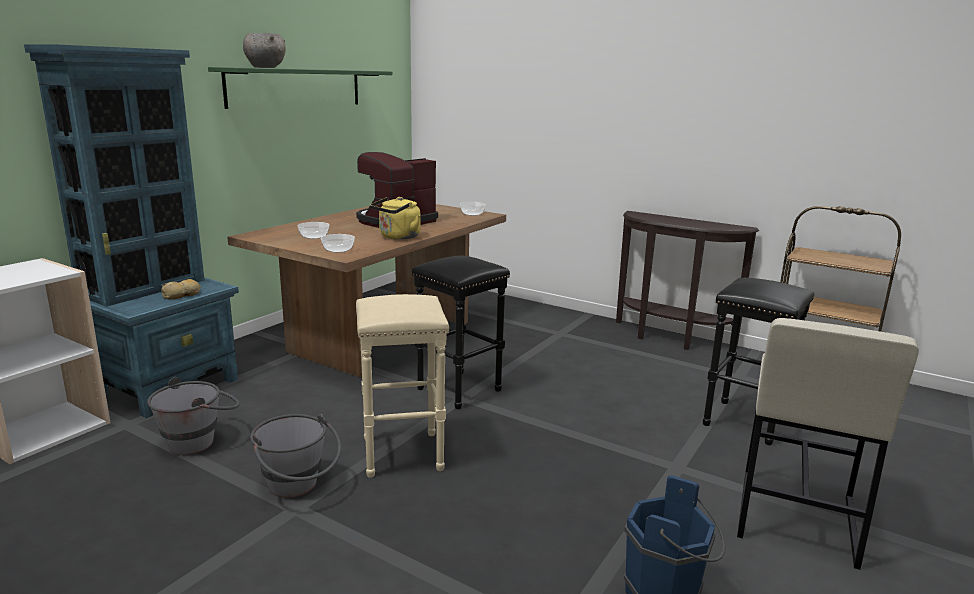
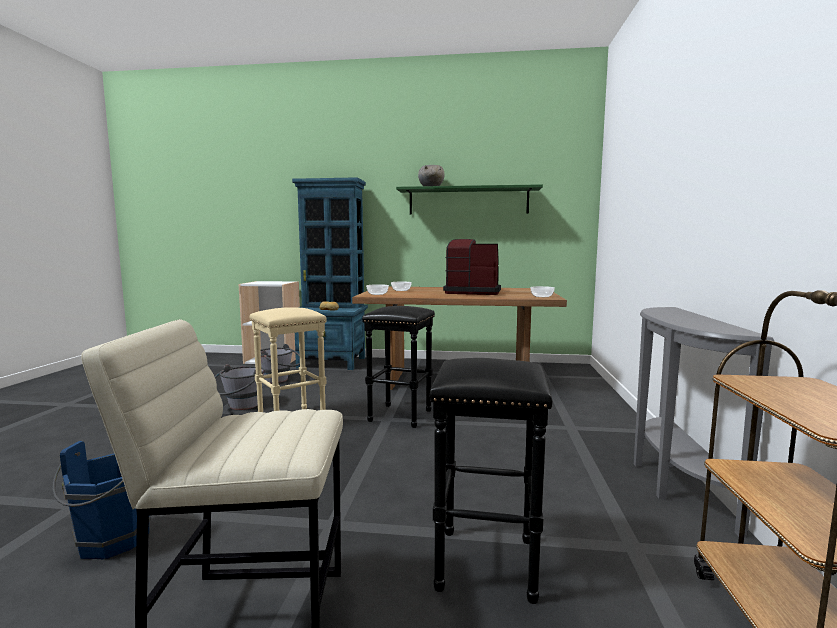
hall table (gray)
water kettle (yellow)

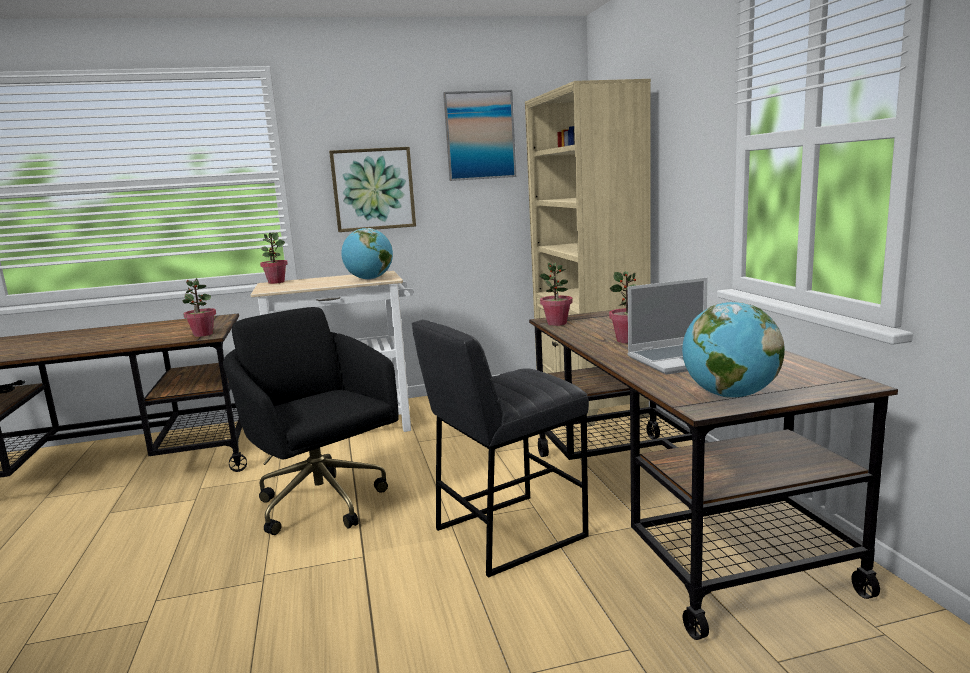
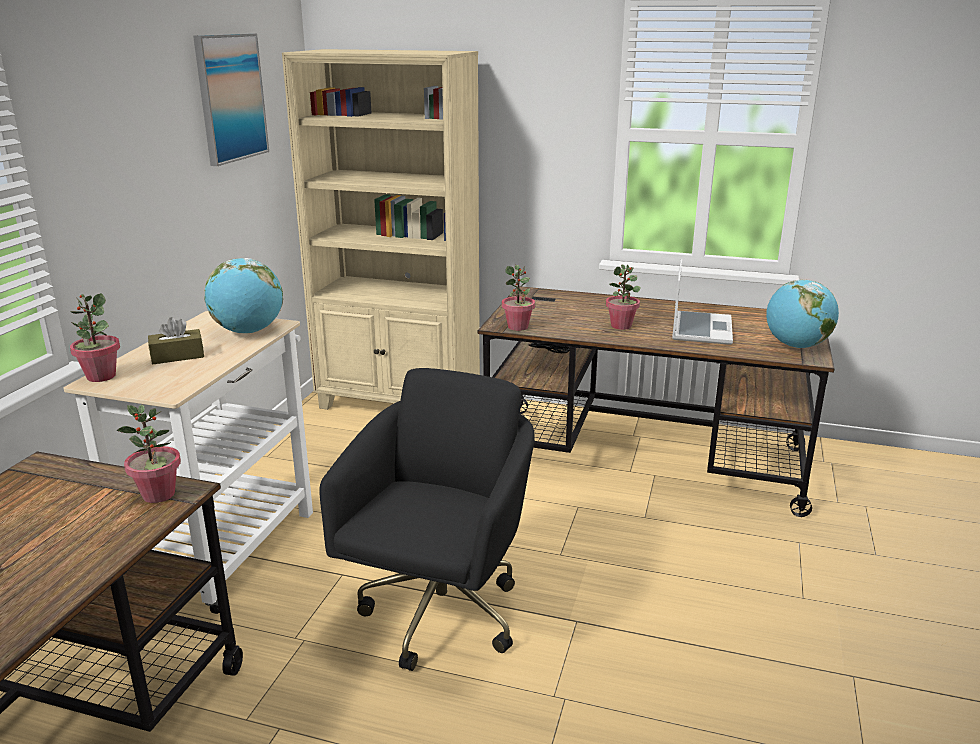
tissue holder (brown-coloured)
computer chair (black-coloured)
picture (no. 1 from left in the first image)
stool (gray)

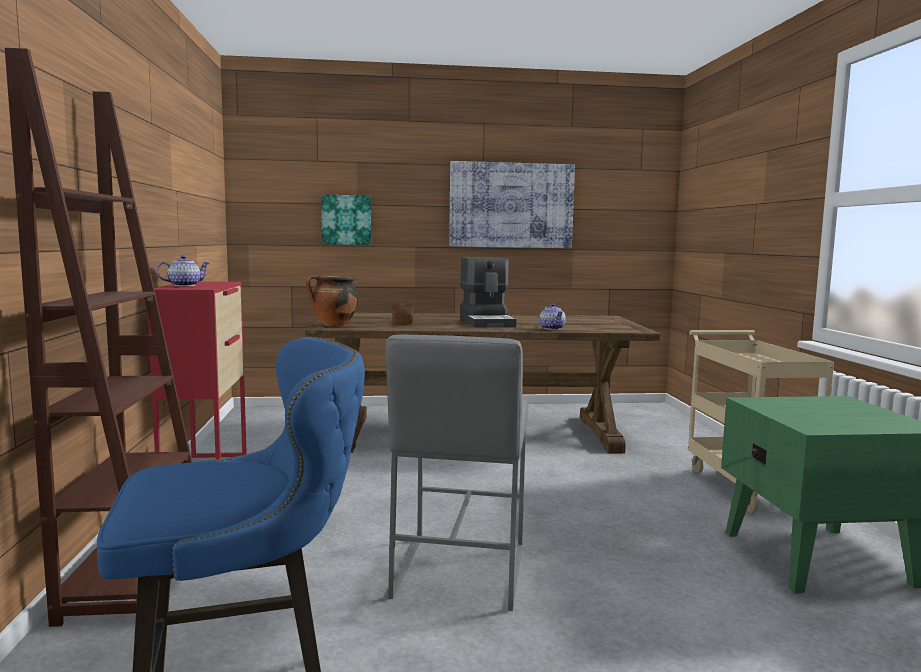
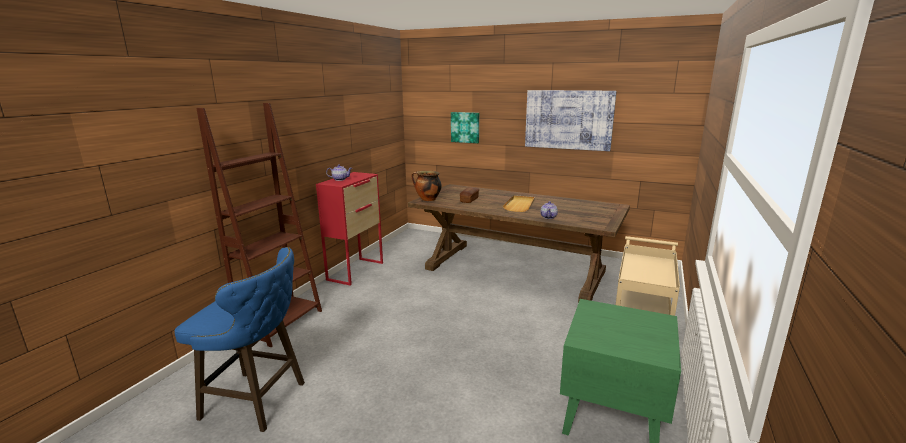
serving tray (sand-coloured)
stool (gray)

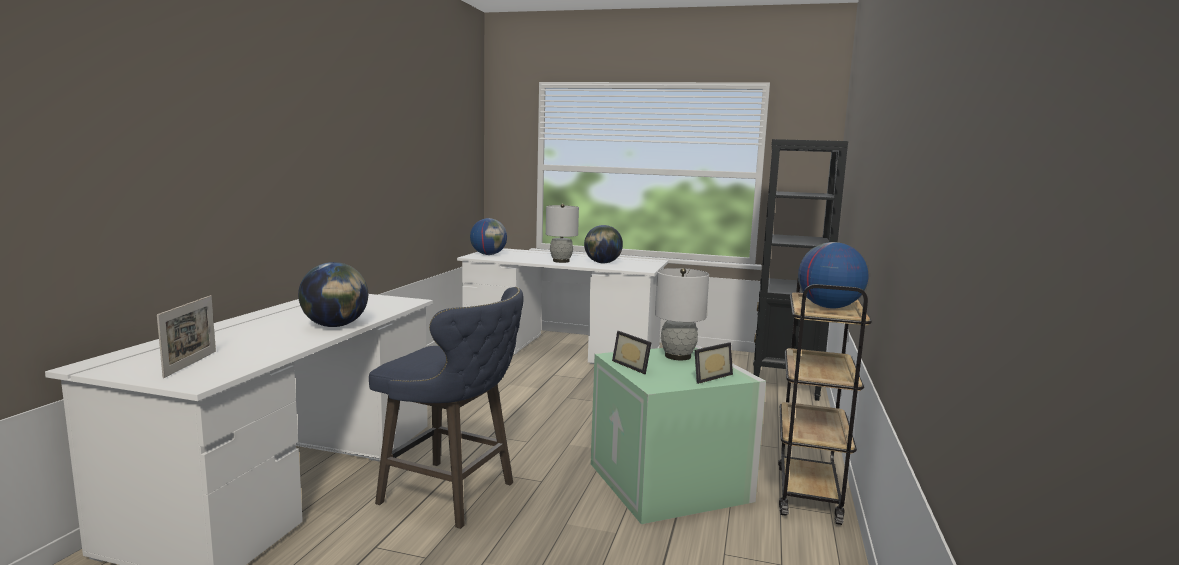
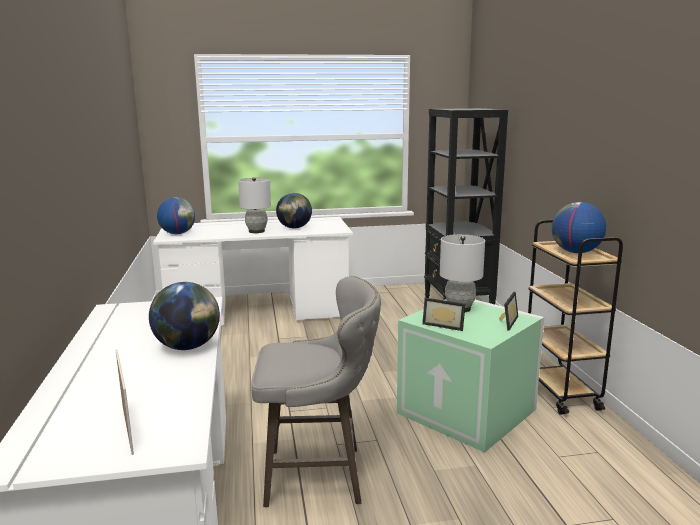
stool (gray)

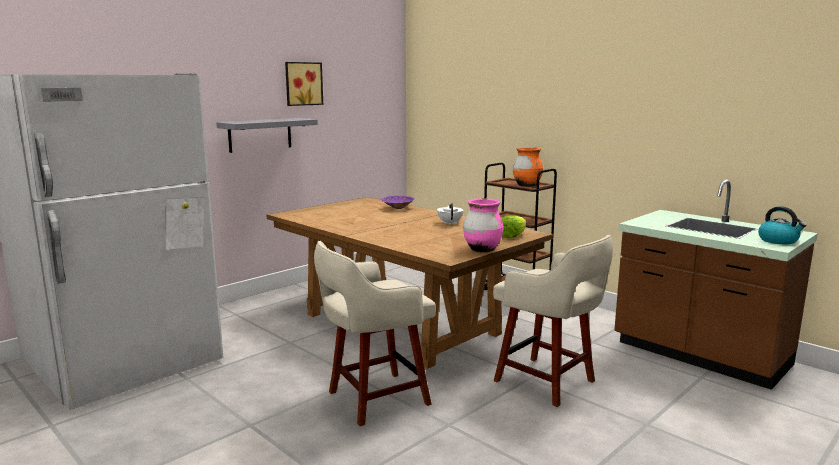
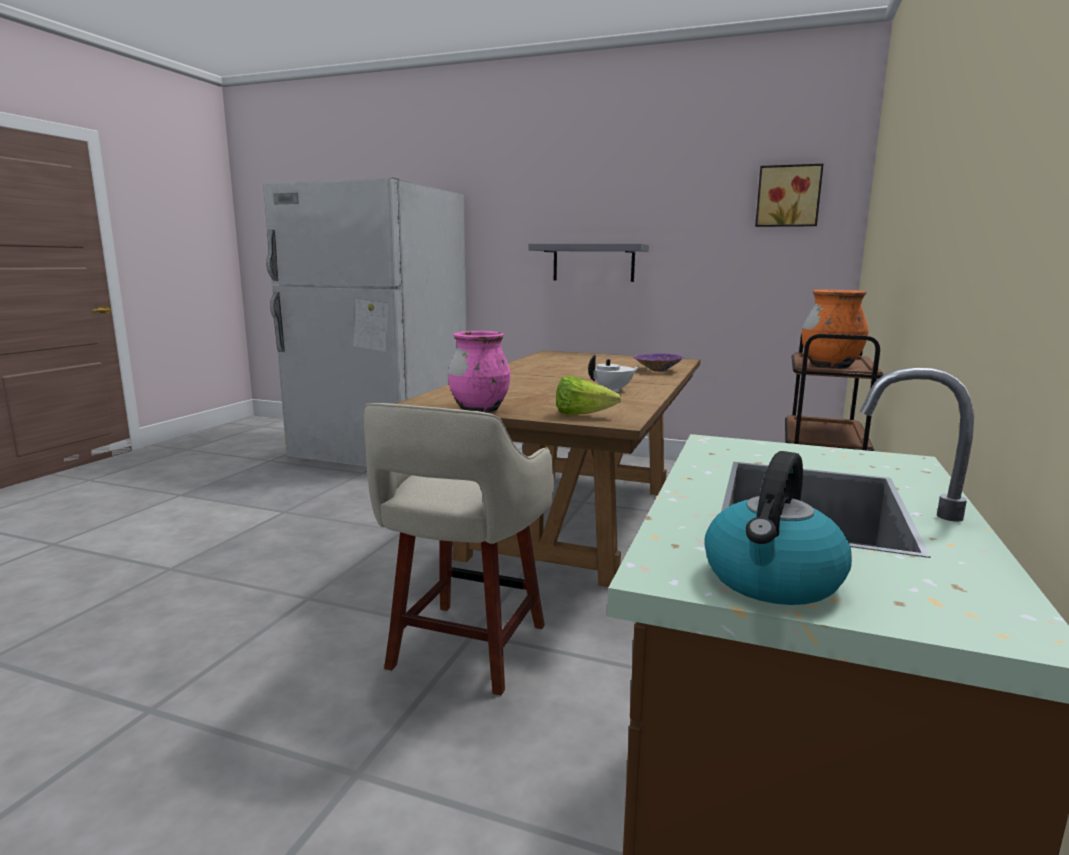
picture
stool (sand-coloured) (no. 1 from left in the first image)

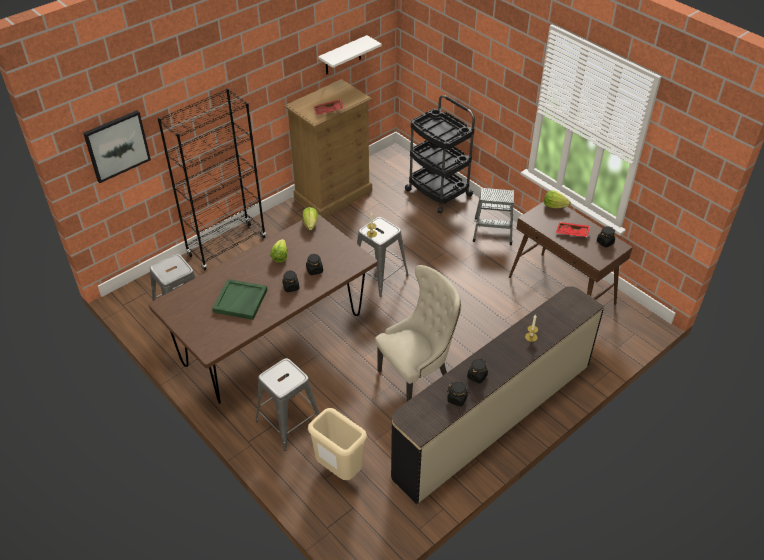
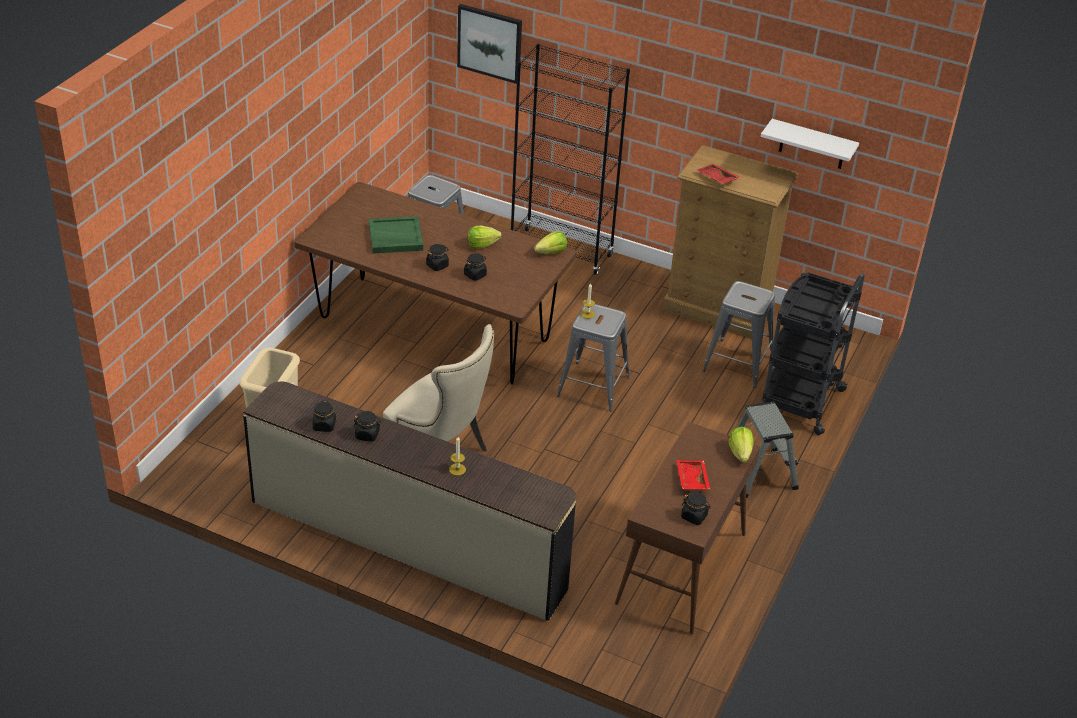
stool (gray) (no. 3 from left)

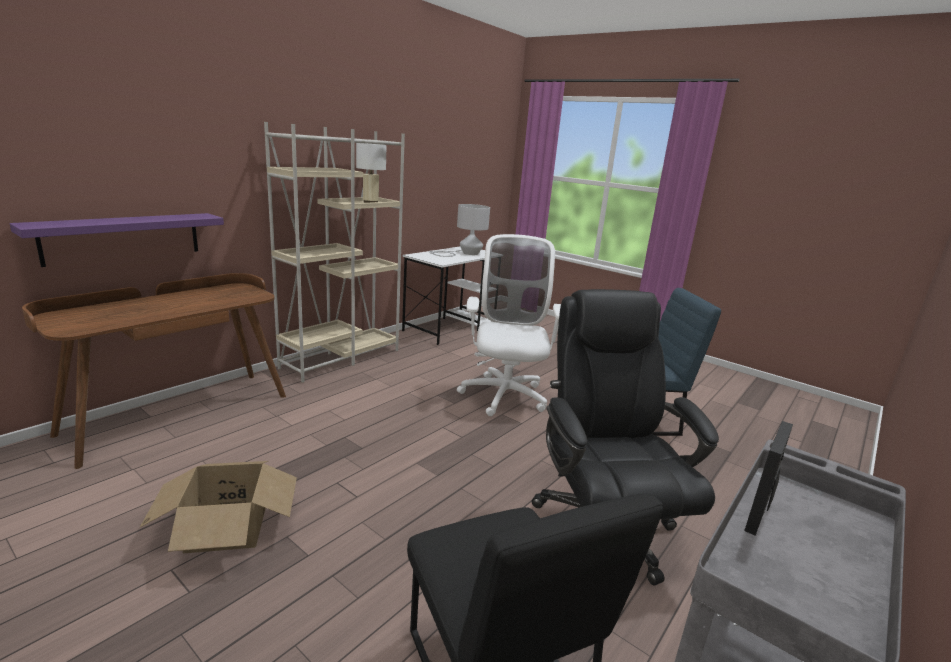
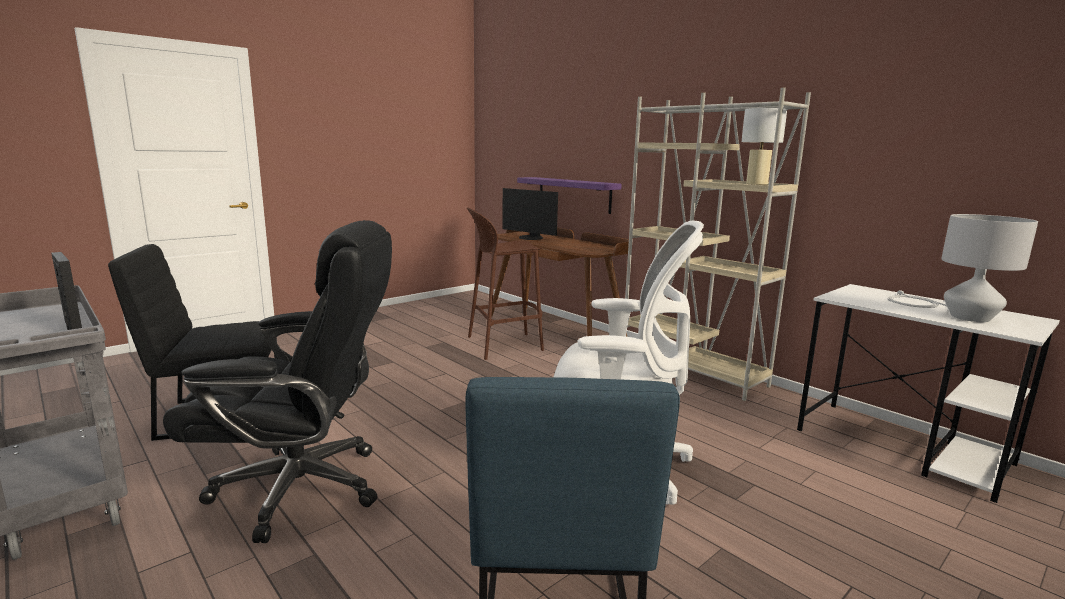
stool (brown-coloured)
computer display
carton

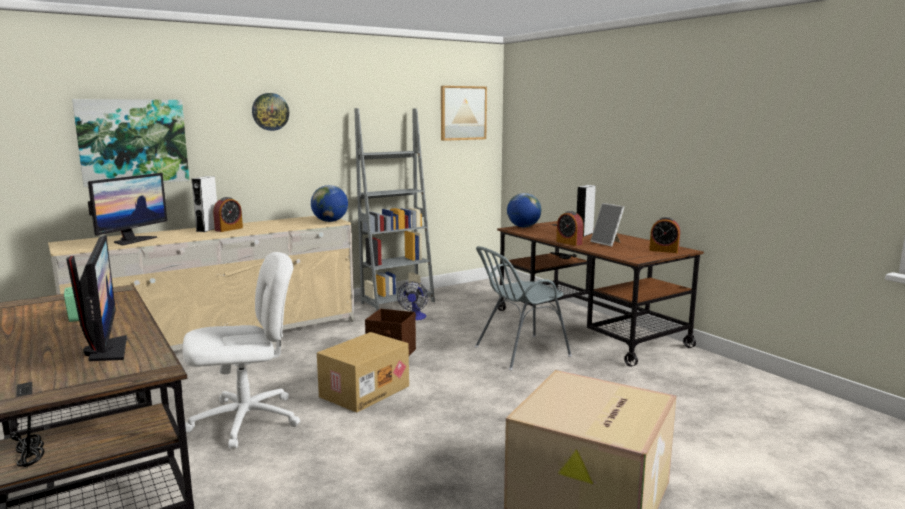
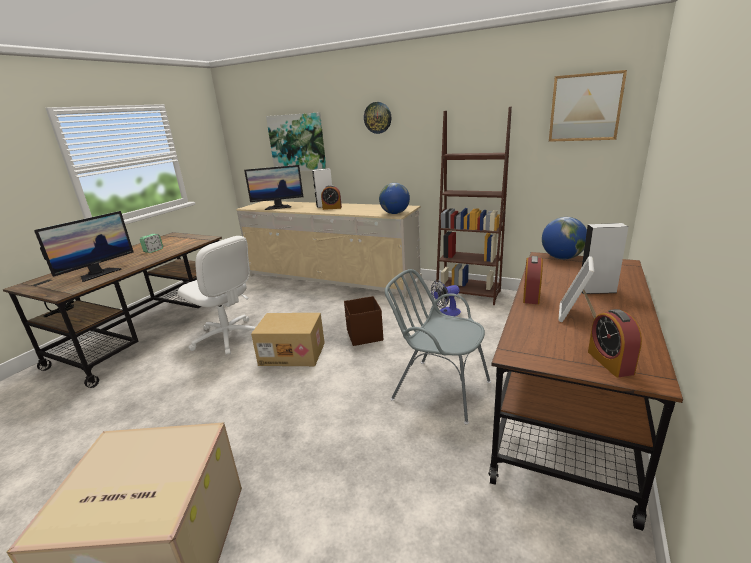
bookcase (brown-coloured)

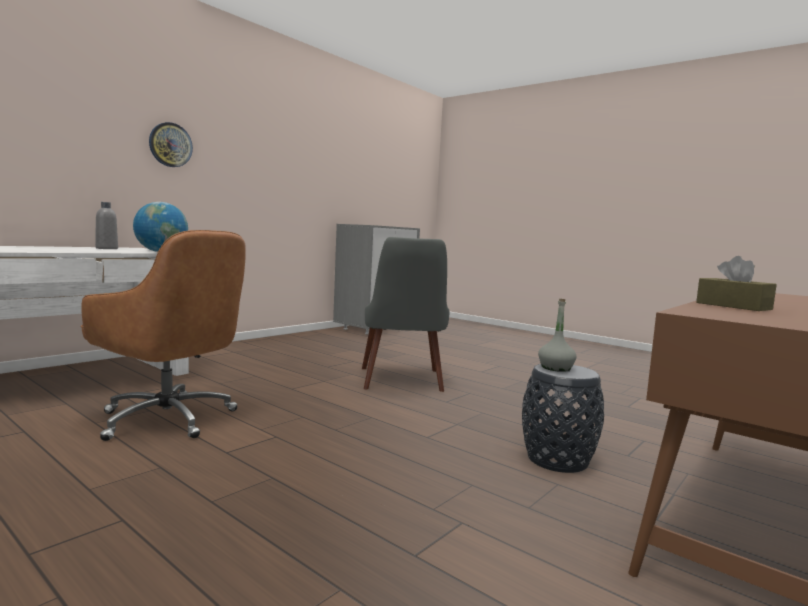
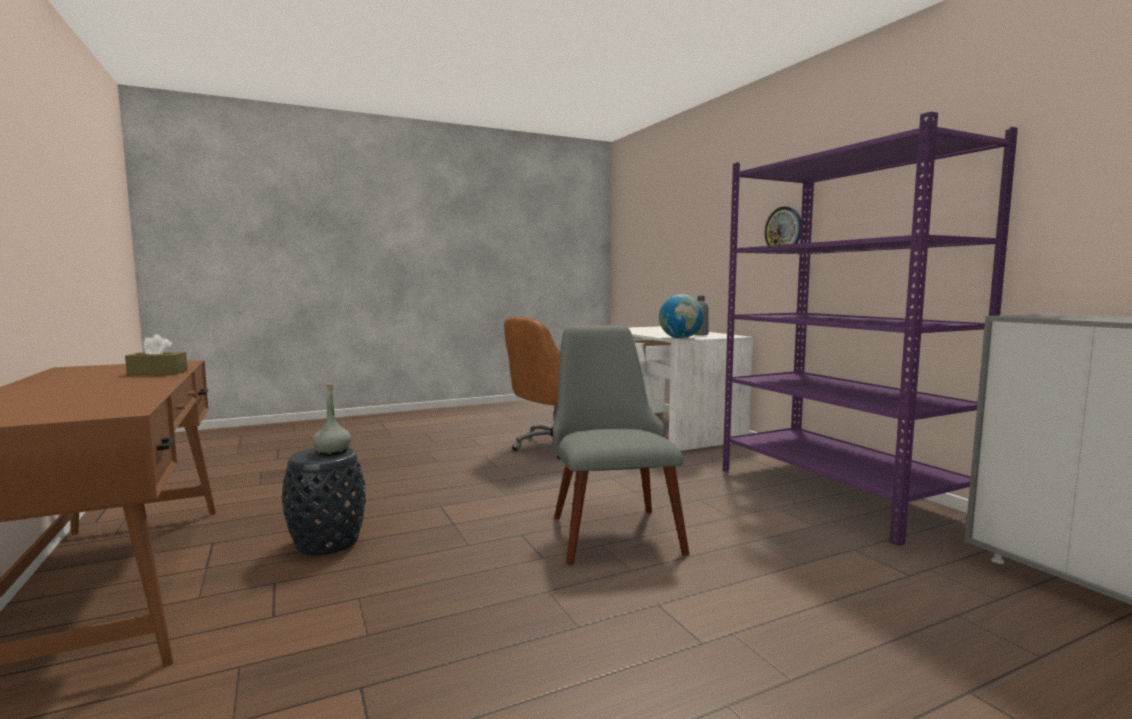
chair (gray)
bookcase (purplish)

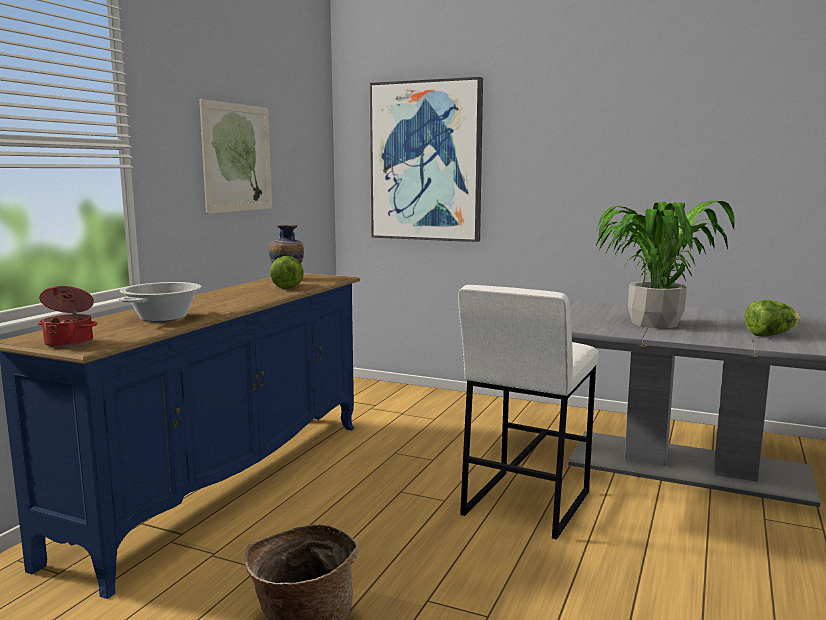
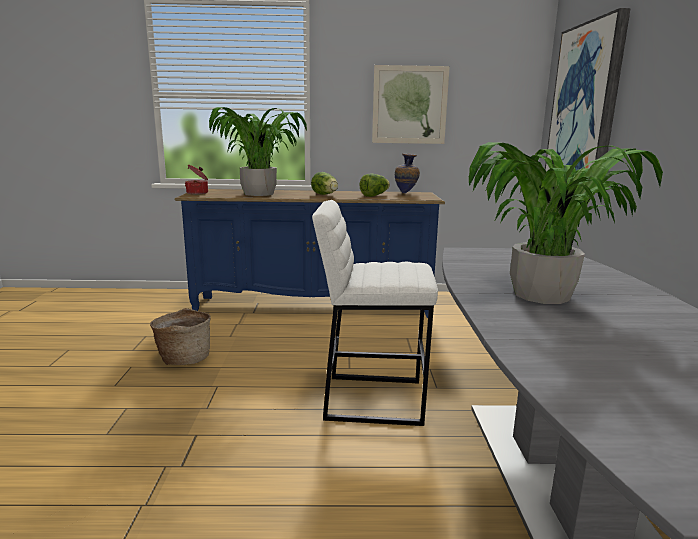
houseplant (no. 1 from left)
lettuce head (no. 1 from left)

